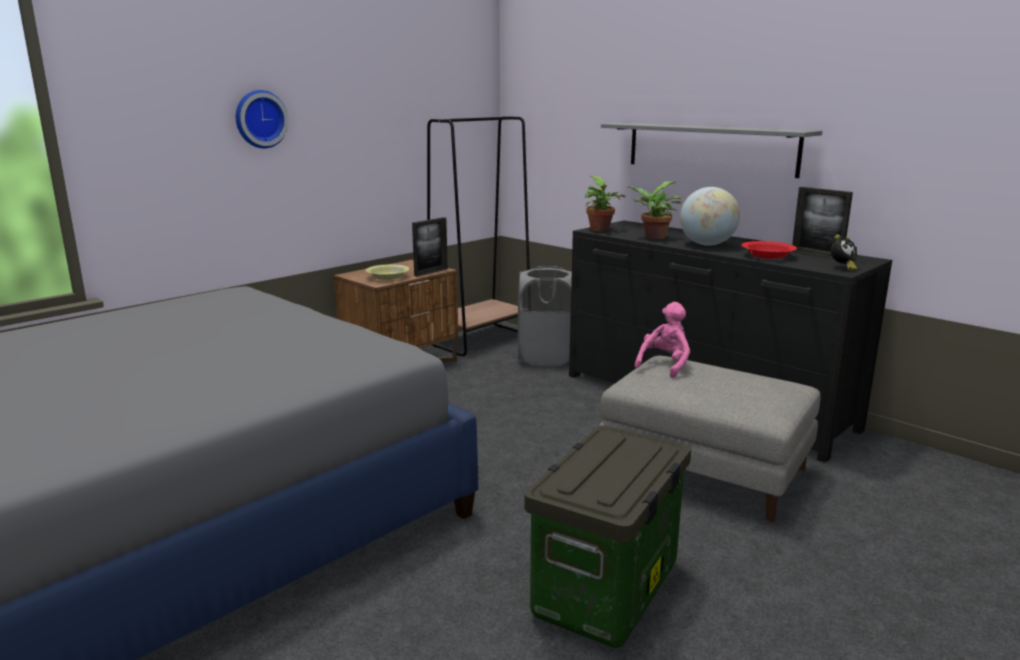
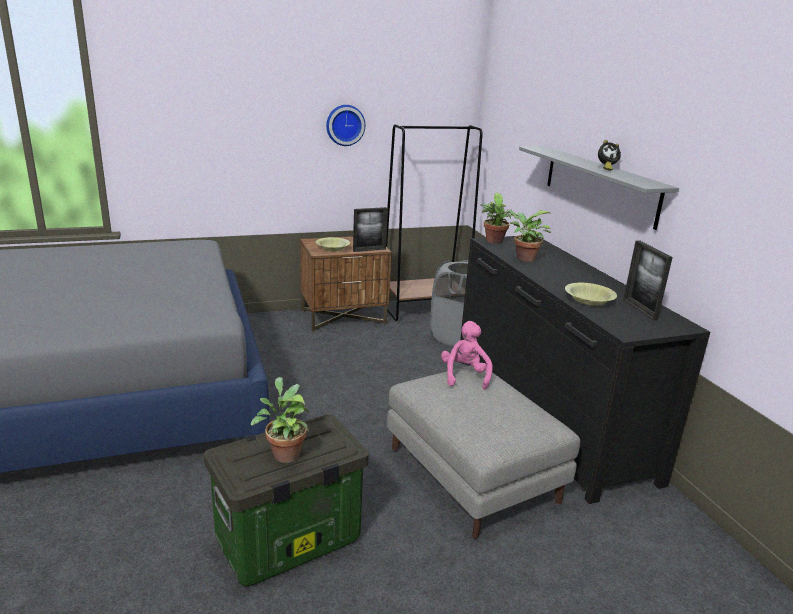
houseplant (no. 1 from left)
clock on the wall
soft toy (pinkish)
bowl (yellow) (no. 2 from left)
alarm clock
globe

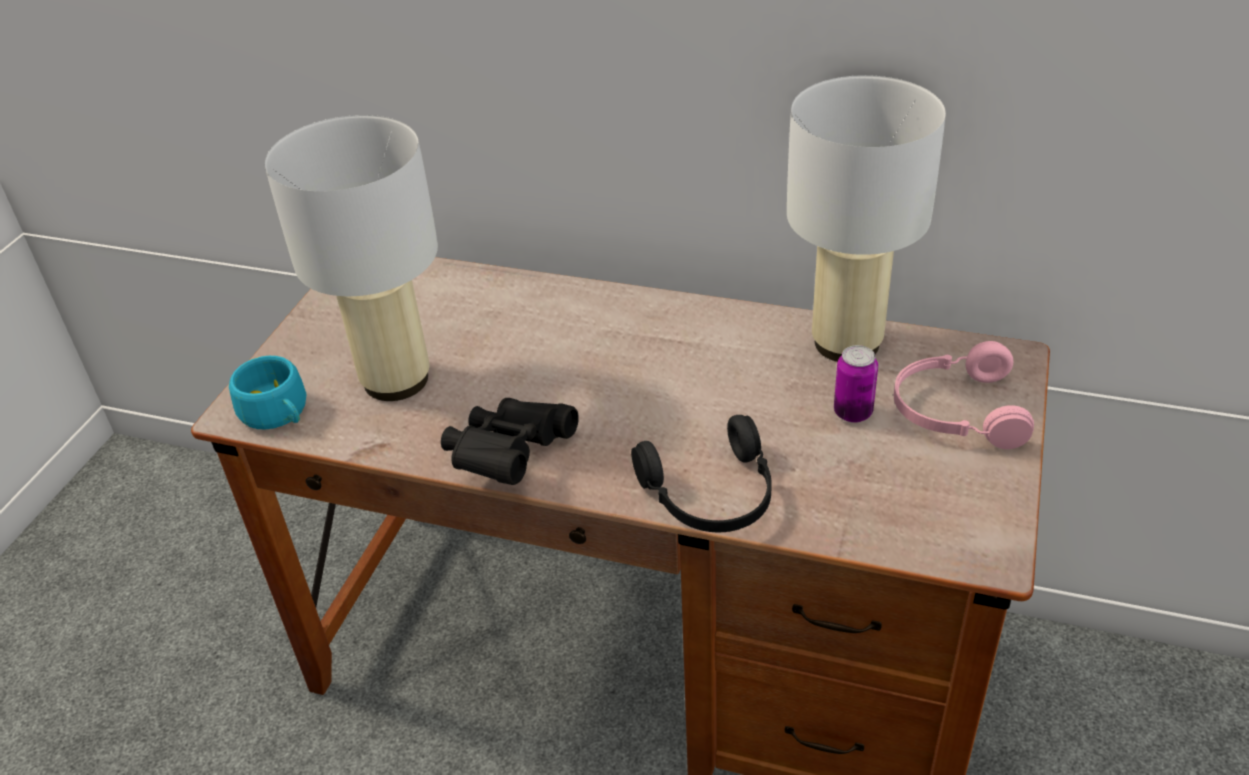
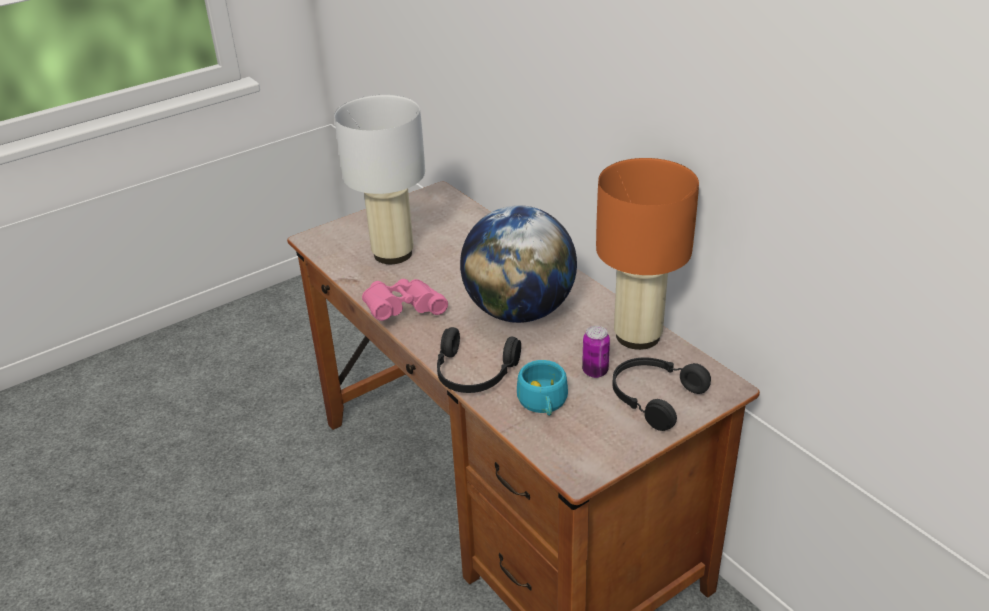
field glasses (pinkish)
globe
drinking cup (turquoise)
table lamp (orange-coloured)
pair of headphones (black-coloured) (no. 2 from left)

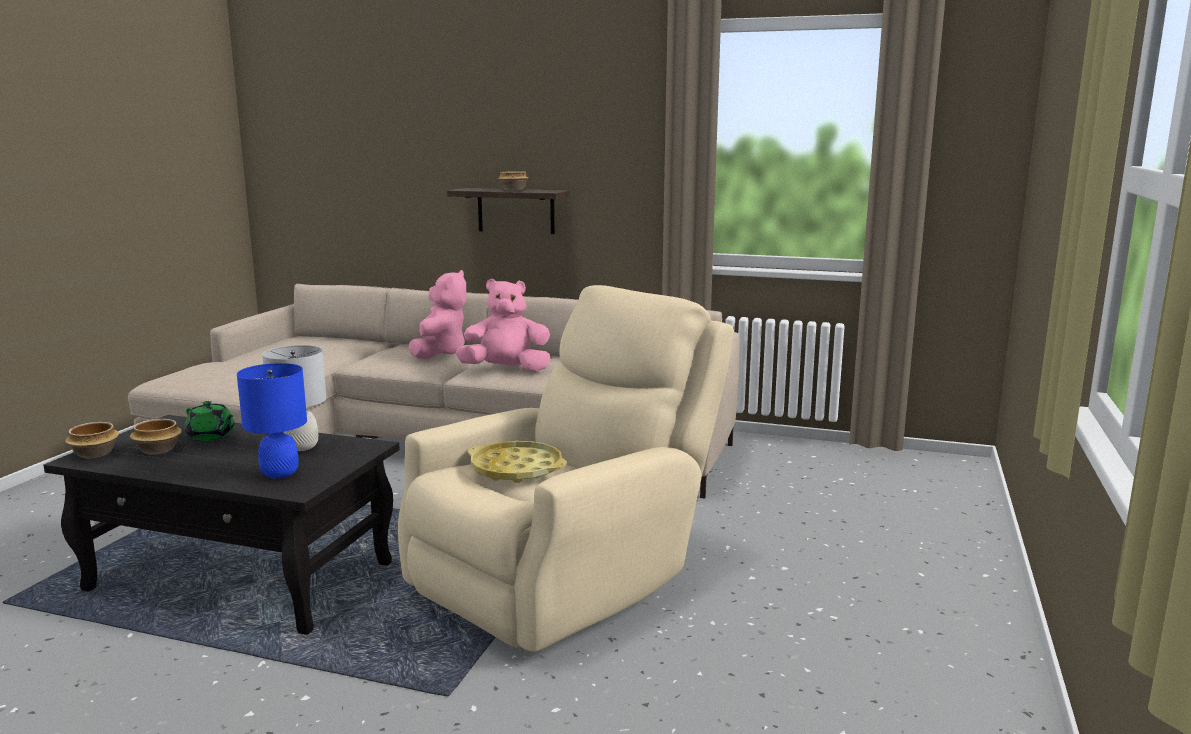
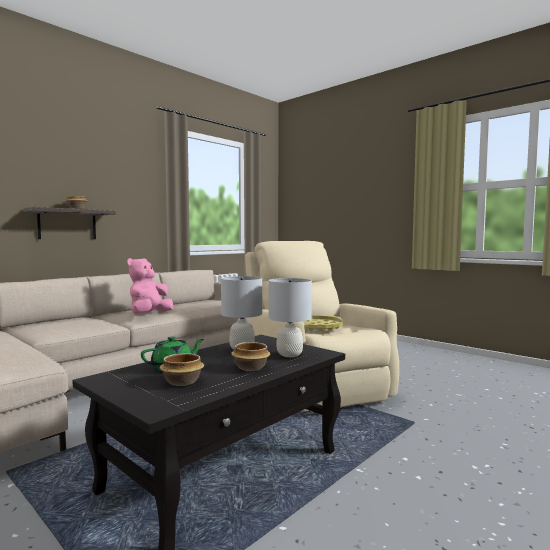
bowl (no. 3 from left)
table lamp (gray) (no. 2 from left)
soft toy (pinkish) (no. 1 from left in the first image)

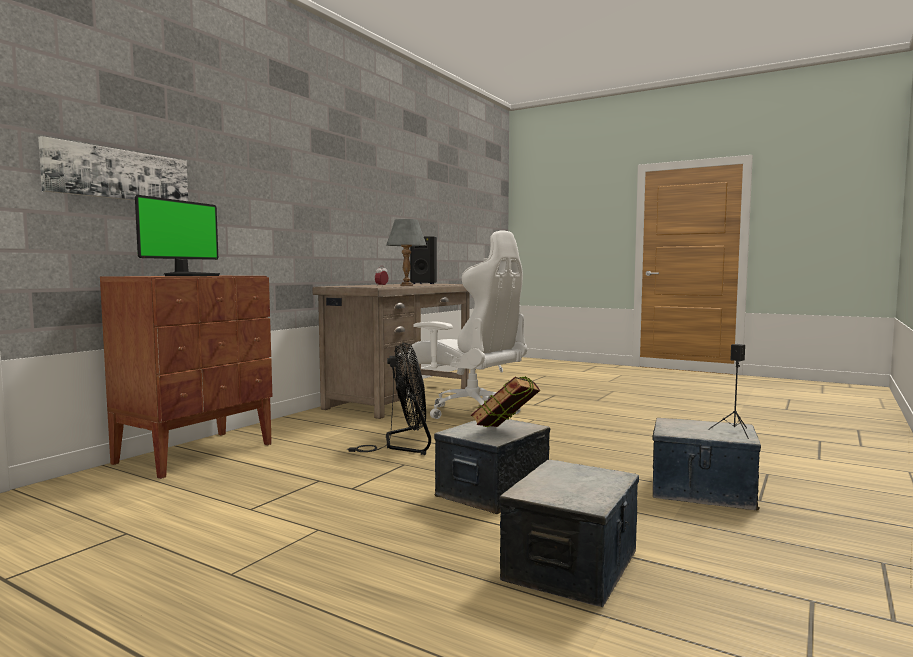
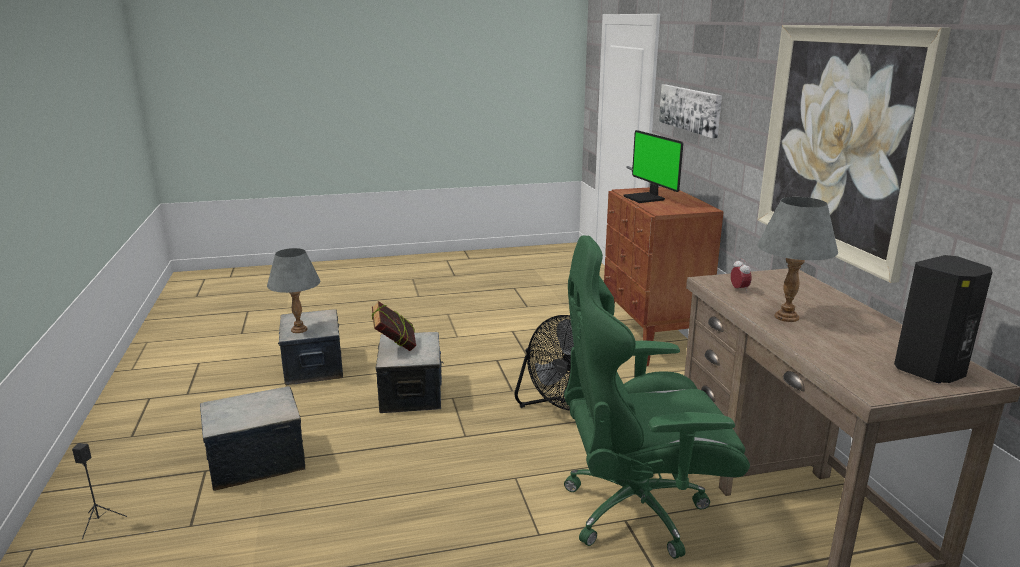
audio speaker (black-coloured) (no. 1 from left)
table lamp (gray) (no. 1 from left)
computer chair (green)
picture (no. 2 from left)

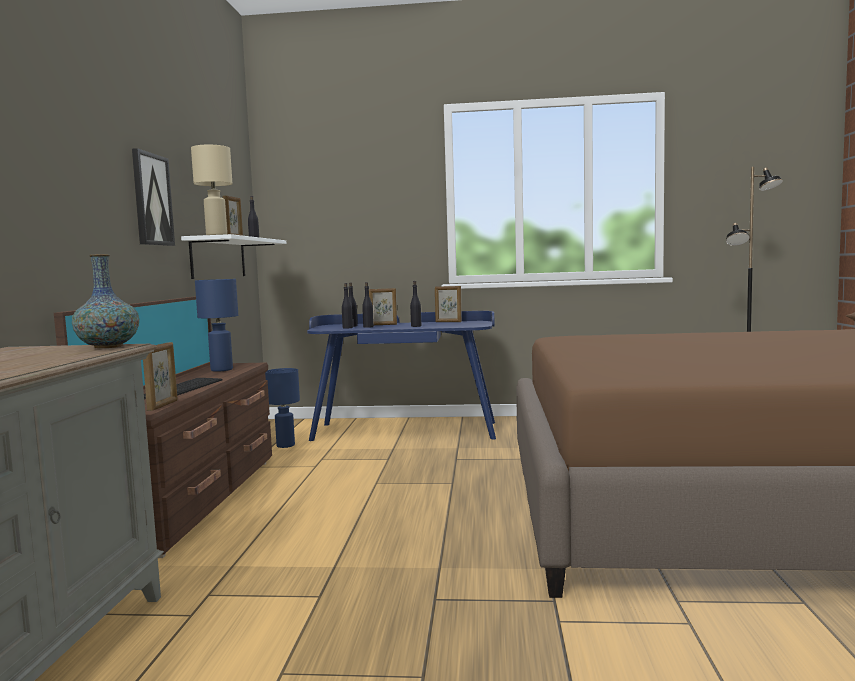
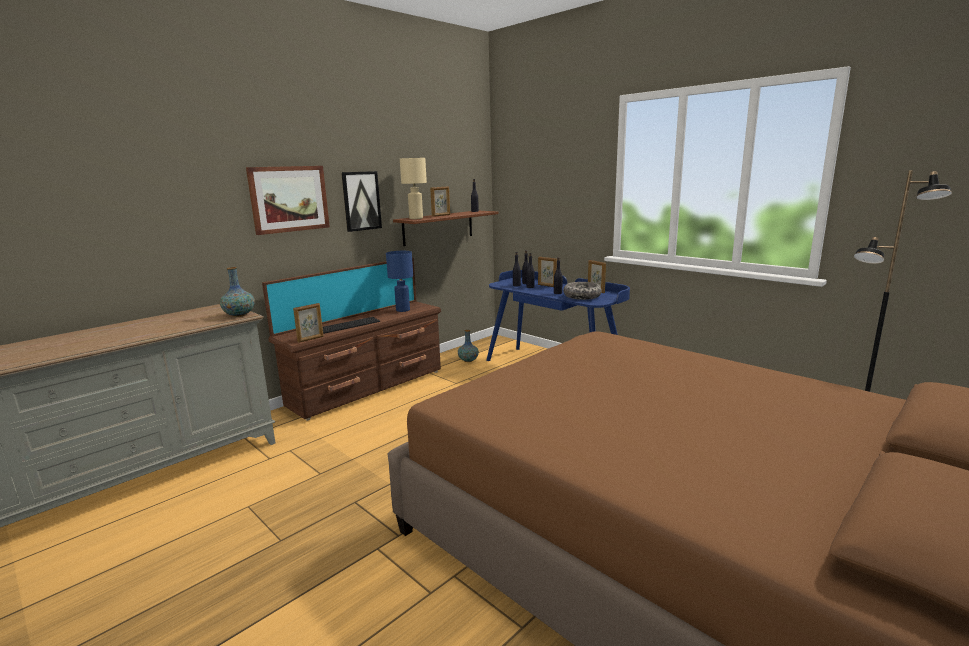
picture (no. 1 from left)
bracket shelf (brown-coloured)
decorative vase (no. 2 from left)
bowl

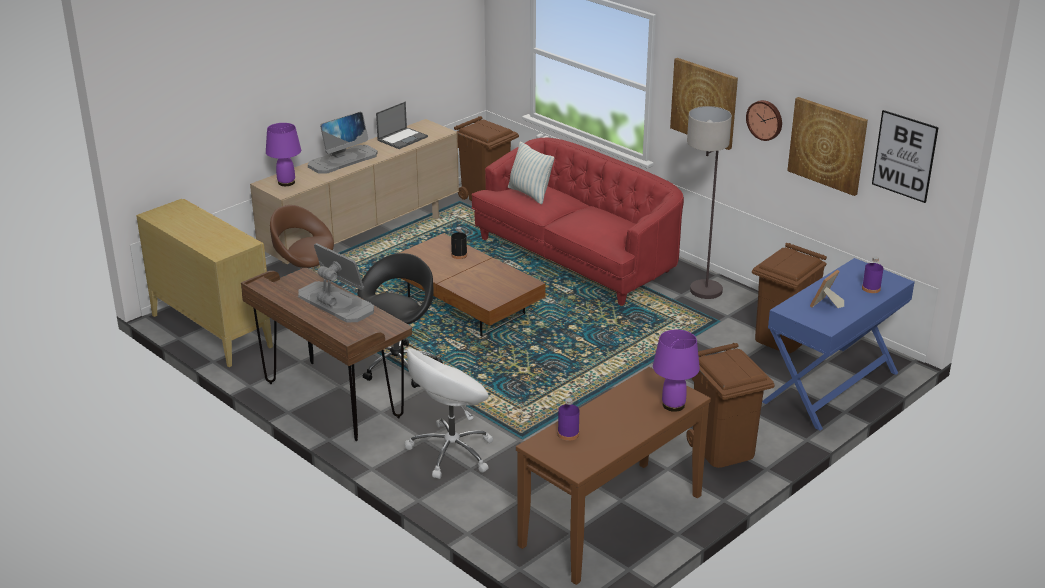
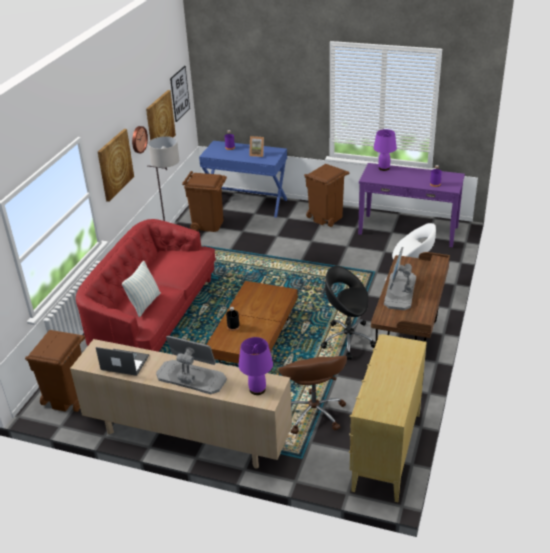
hall table (purplish)

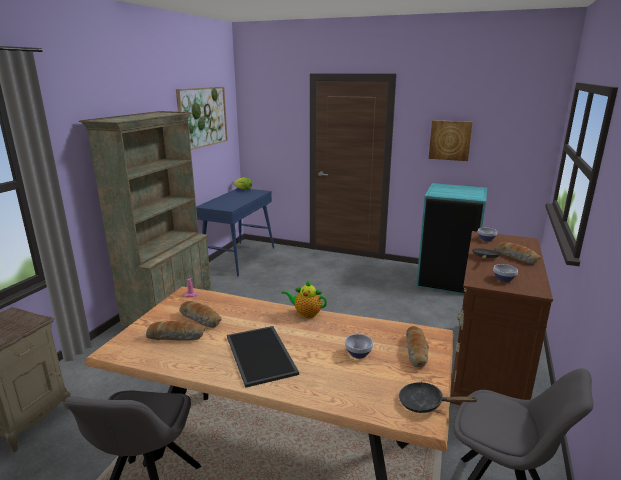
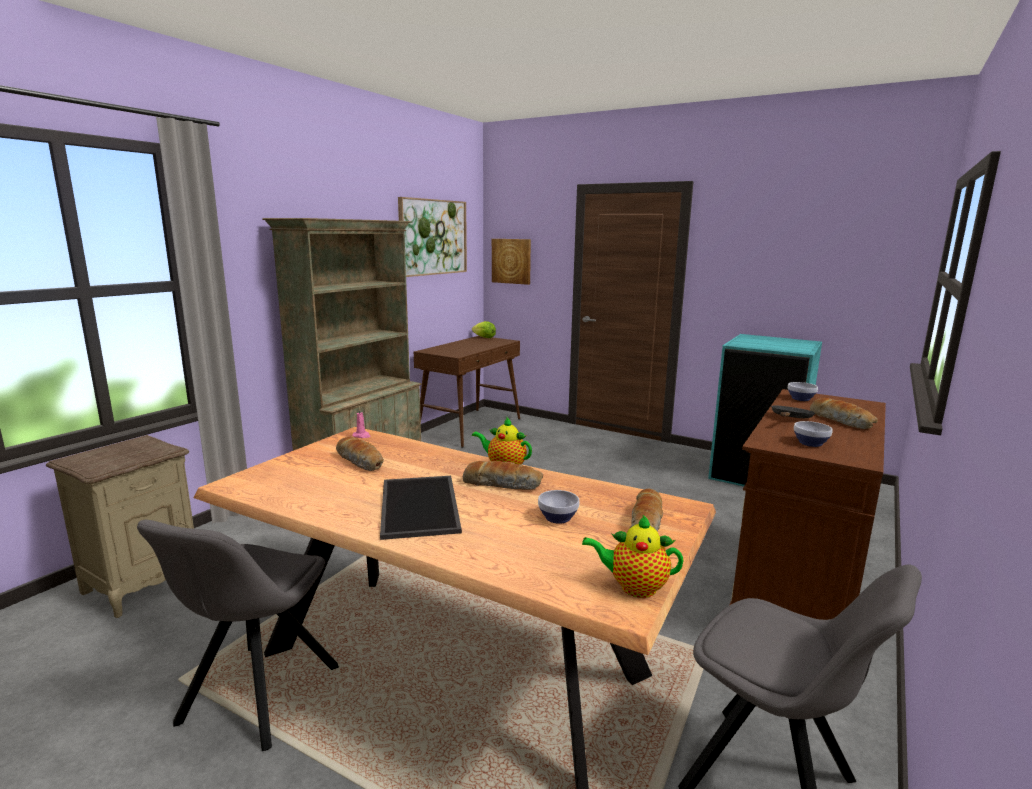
hall table (brown-coloured)
baked bread (no. 2 from left)
picture (no. 2 from left)
teapot (no. 2 from left)

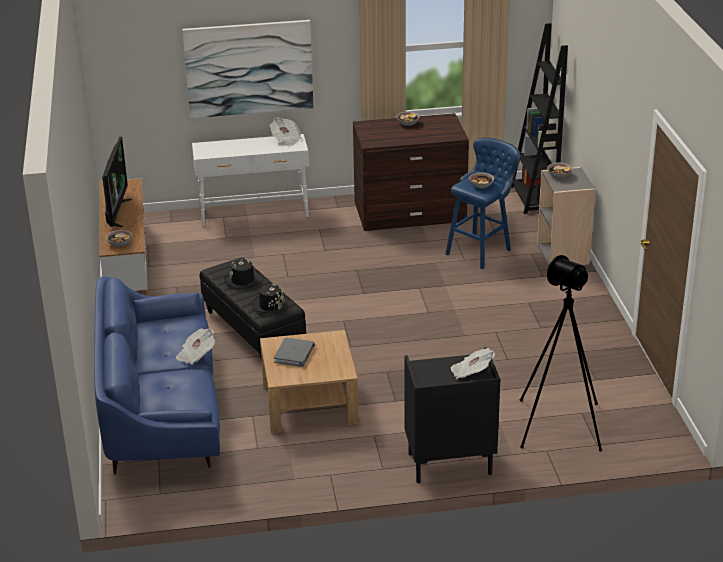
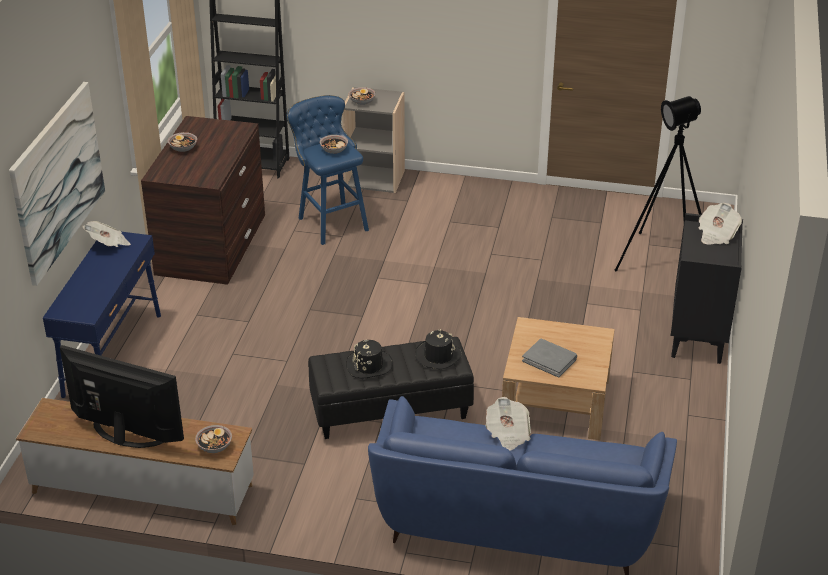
hall table (blue)

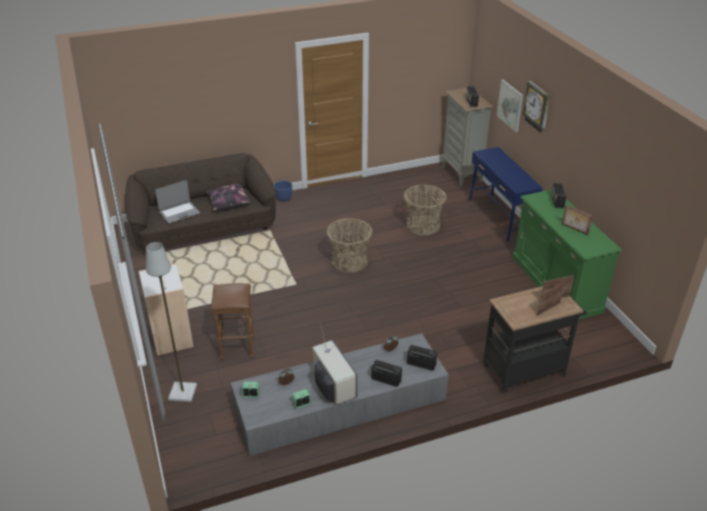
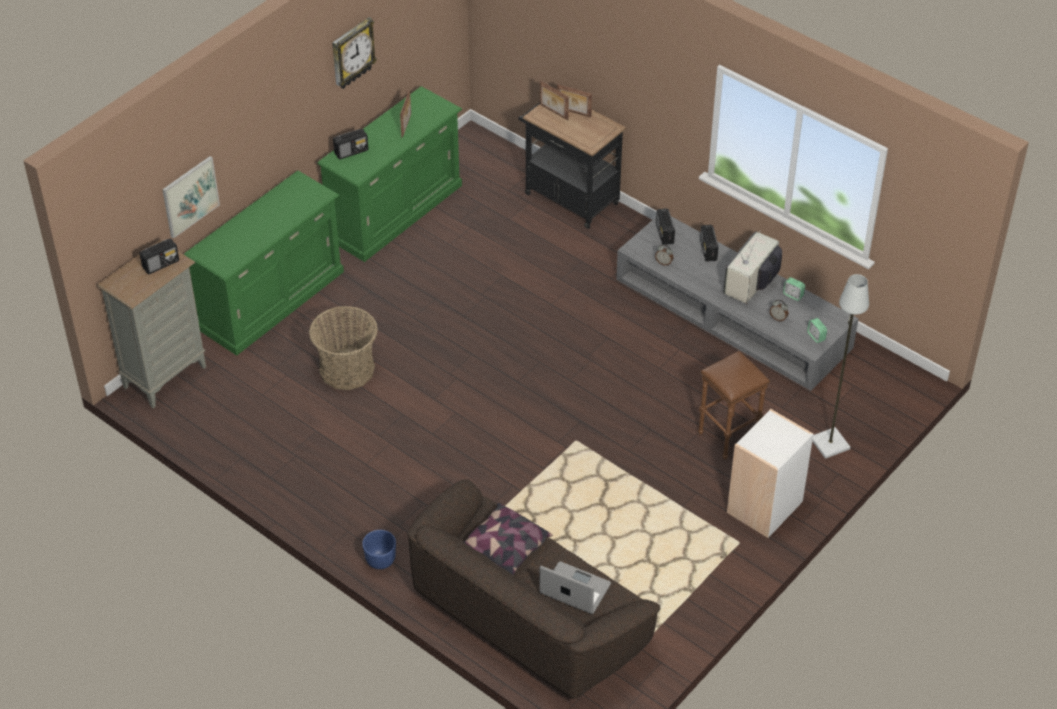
cabinet (green) (no. 1 from left)
clock on the wall
storage basket (no. 1 from left in the first image)

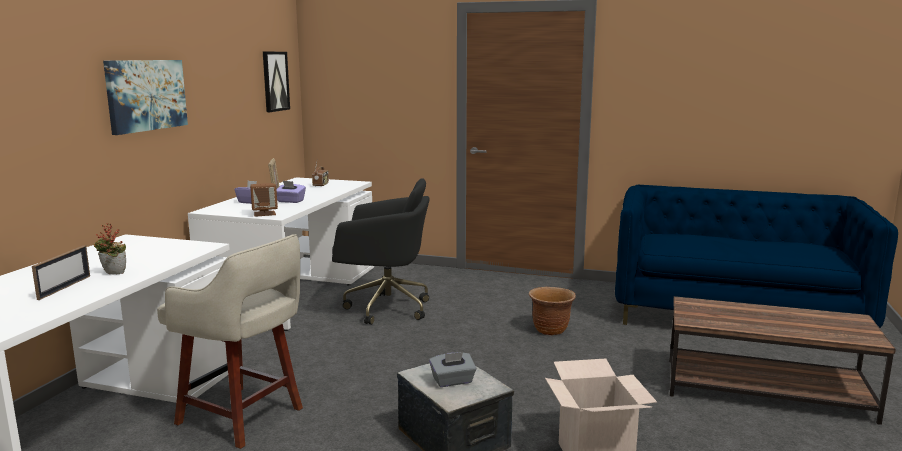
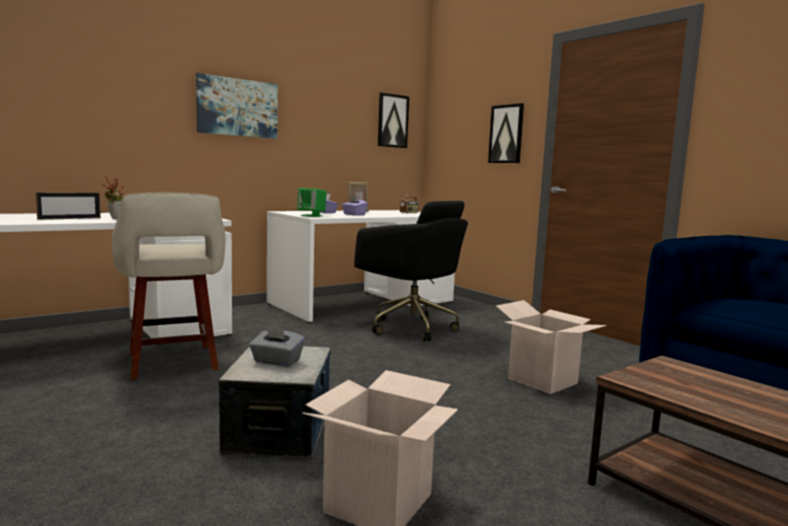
audio speaker (green)
picture (no. 3 from left)
carton (no. 2 from left)

